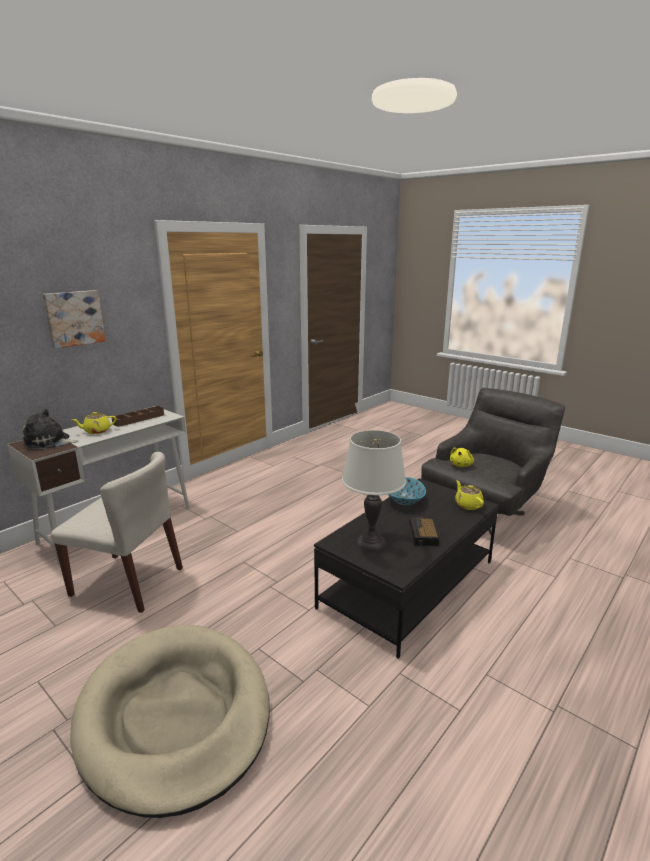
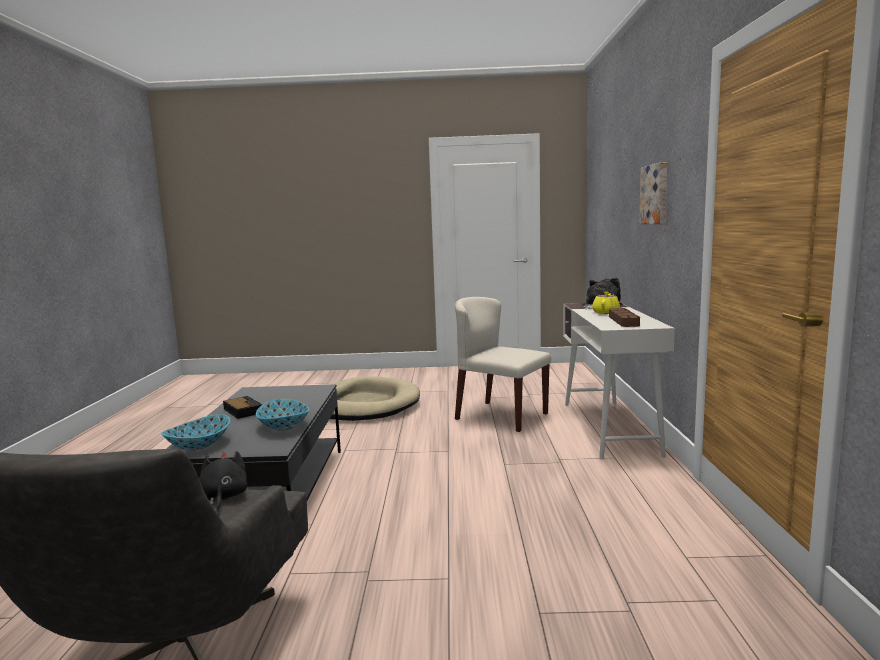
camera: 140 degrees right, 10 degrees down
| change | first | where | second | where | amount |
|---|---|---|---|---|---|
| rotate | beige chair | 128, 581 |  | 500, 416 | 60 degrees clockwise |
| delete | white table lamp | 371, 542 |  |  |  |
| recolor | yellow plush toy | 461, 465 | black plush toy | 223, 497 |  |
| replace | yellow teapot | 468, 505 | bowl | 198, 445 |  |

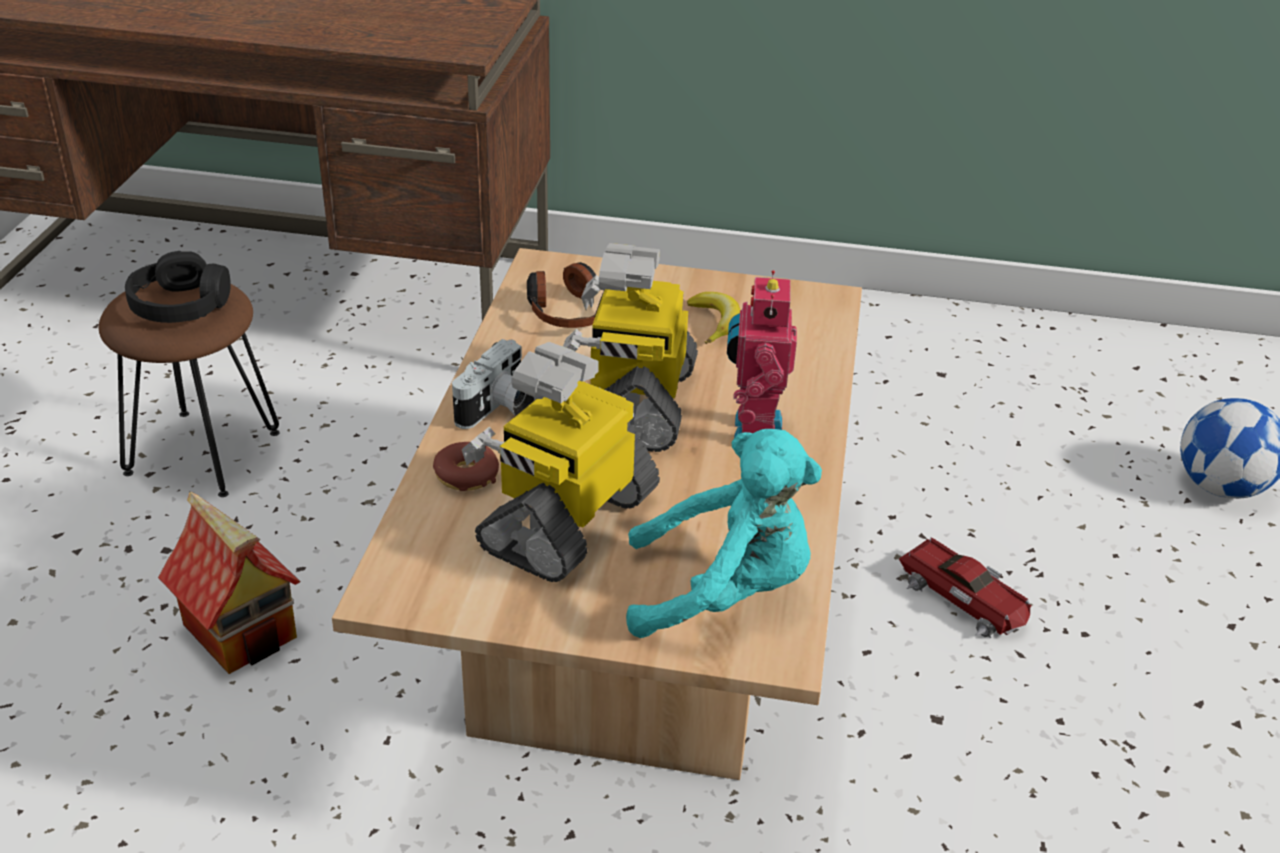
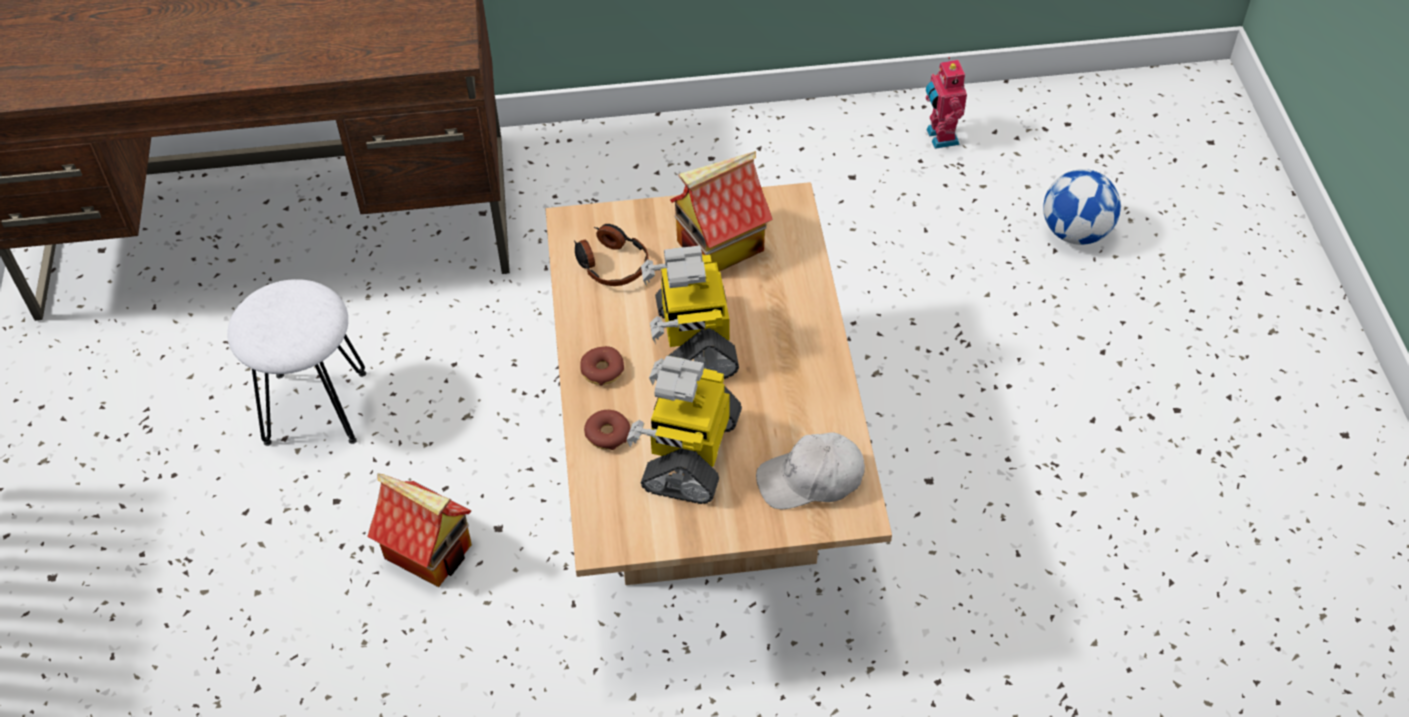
camera: 15 degrees left, 15 degrees up
| change | first | where | second | where | amount |
|---|---|---|---|---|---|
| recolor | brown stool | 204, 453 | white stool | 317, 407 |  |
| delete | black headphones | 181, 305 |  |  |  |
| replace | photo camera | 498, 409 | donut | 602, 370 |  |
| replace | turquoise plush toy | 724, 592 | white cap | 811, 480 |  |
| replace | banana | 715, 323 | toy house | 719, 247 |  |
| move | toy robot | 753, 431 |  | 940, 137 |  |
| delete | toy car | 964, 598 |  |  |  |

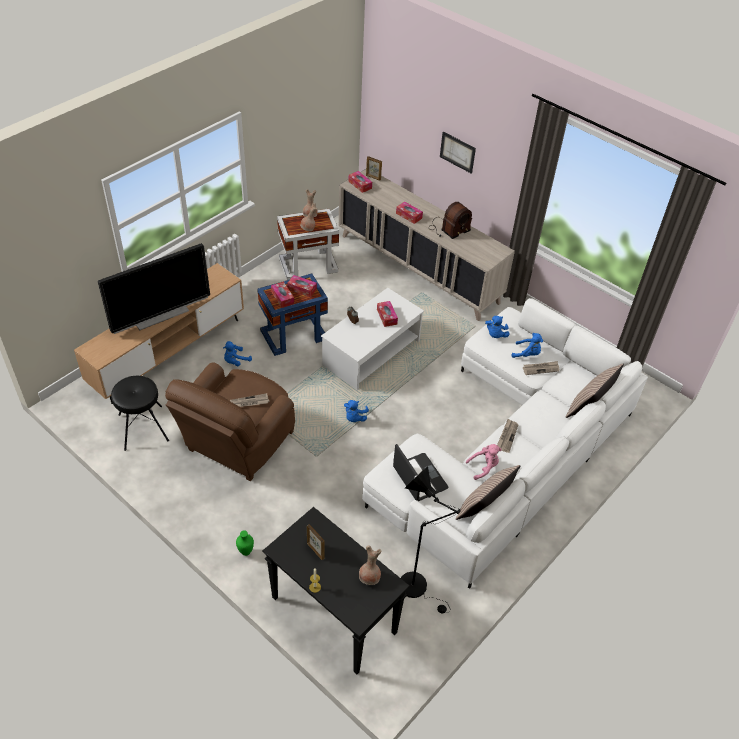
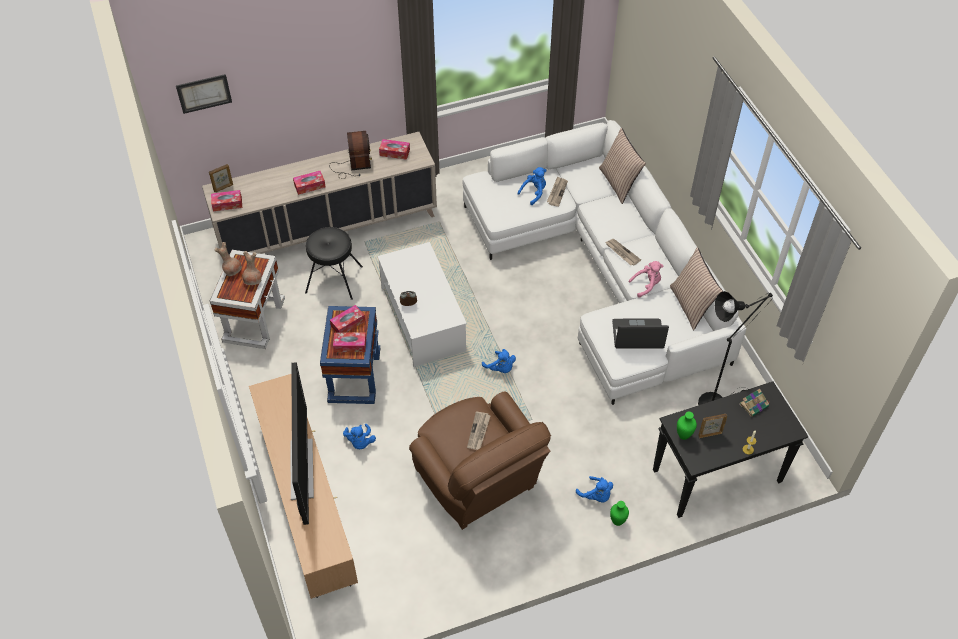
camera: 60 degrees left, 5 degrees up
| change | first | where | second | where | amount |
|---|---|---|---|---|---|
| move | black stool | 142, 427 |  | 334, 280 |  |
| replace | brown vase | 370, 577 | book | 754, 405 |  |
| move | tissue box | 387, 317 |  | 394, 152 |  |
| move | picture | 457, 152 |  | 204, 93 |  |
| rotate | pink plush toy | 484, 467 |  | 646, 285 | 60 degrees clockwise |
| move | blue plush toy | 495, 335 |  | 596, 495 |  |
| insert |  |  | green vase | 683, 436 |  |

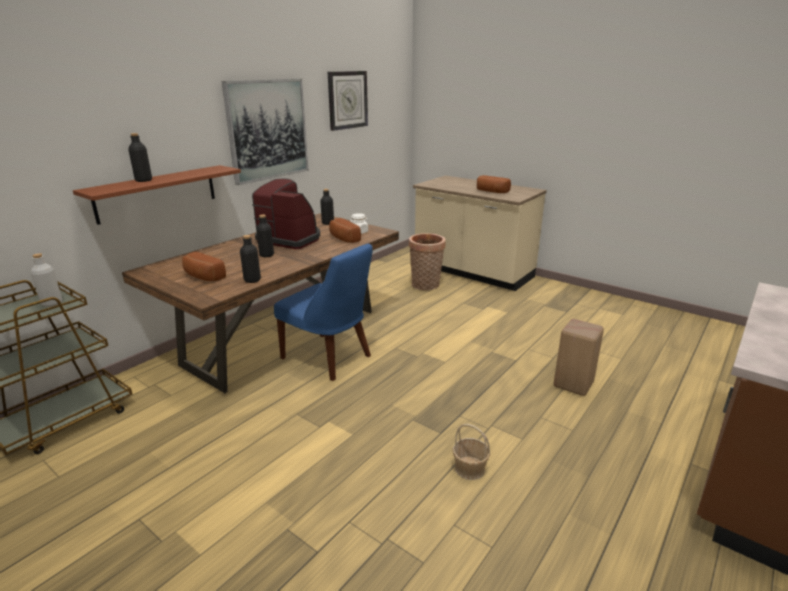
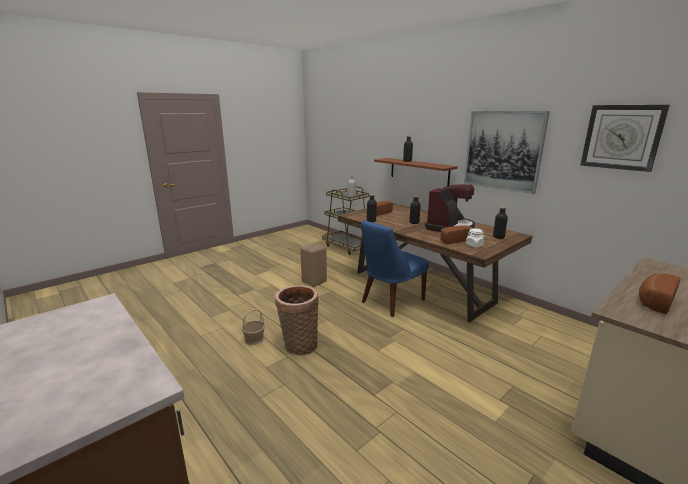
camera: 100 degrees right, 5 degrees down
| change | first | where | second | where | amount |
|---|---|---|---|---|---|
| move | basket | 425, 286 |  | 299, 345 |  |
| move | beige stool | 574, 385 |  | 313, 281 |  |

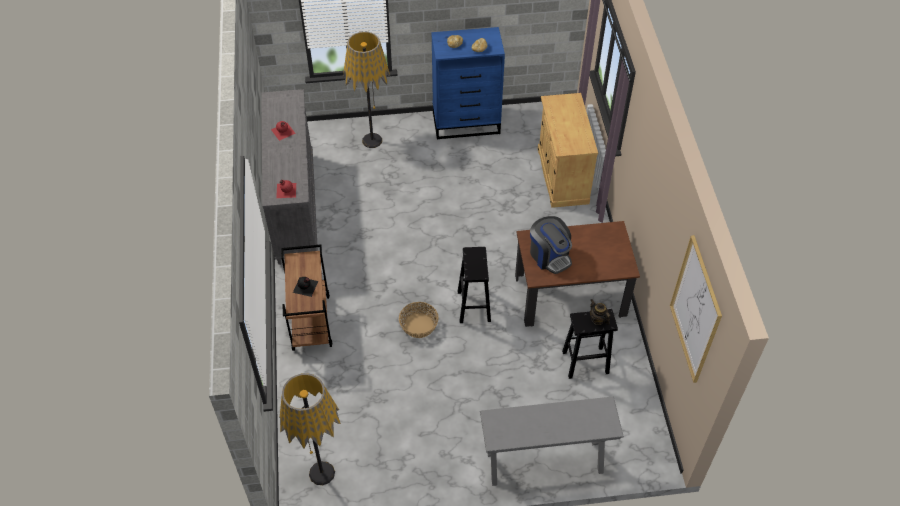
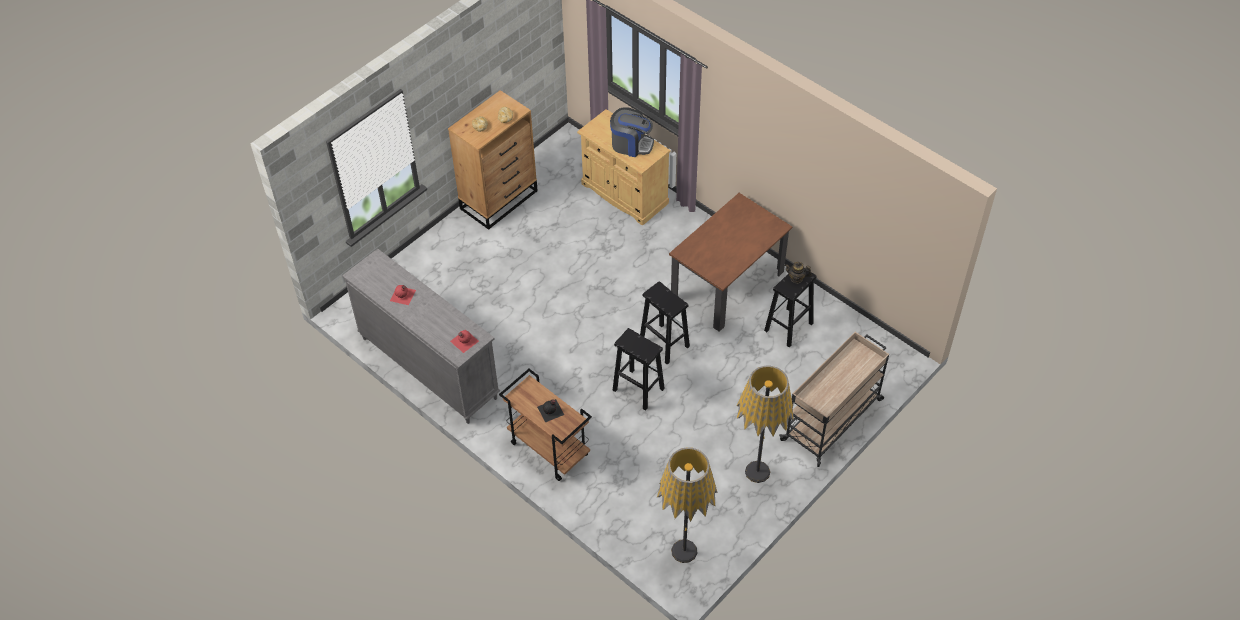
camera: 40 degrees left, 0 degrees up
| change | first | where | second | where | amount |
|---|---|---|---|---|---|
| move | floor lamp | 372, 140 |  | 757, 471 |  |
| replace | basket | 418, 325 | black stool | 637, 389 |  |
| recolor | blue dresser | 467, 123 | brown dresser | 499, 199 |  |
| replace | grey console table | 544, 462 | beige cart | 833, 419 |  |
| move | coffee machine | 549, 255 |  | 631, 144 |  |
| delete | picture | 695, 310 |  |  |  |

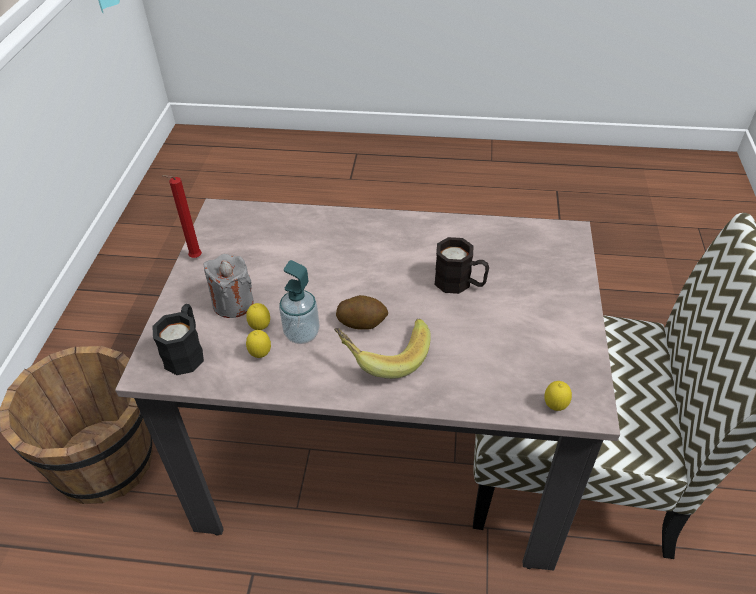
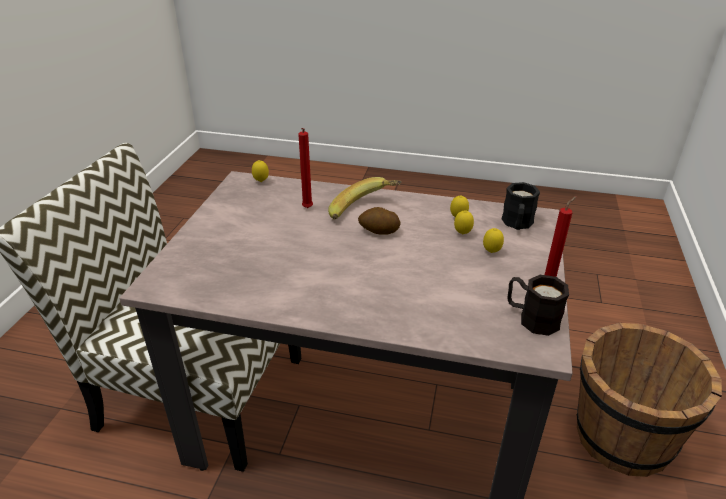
camera: 175 degrees left, 10 degrees down
| change | first | where | second | where | amount |
|---|---|---|---|---|---|
| replace | grey candle | 233, 303 | lemon | 491, 252 |  |
| delete | soap dispenser | 302, 333 |  |  |  |
| move | black mug | 460, 283 |  | 531, 318 |  |
| insert |  |  | red candle | 307, 209 |  |

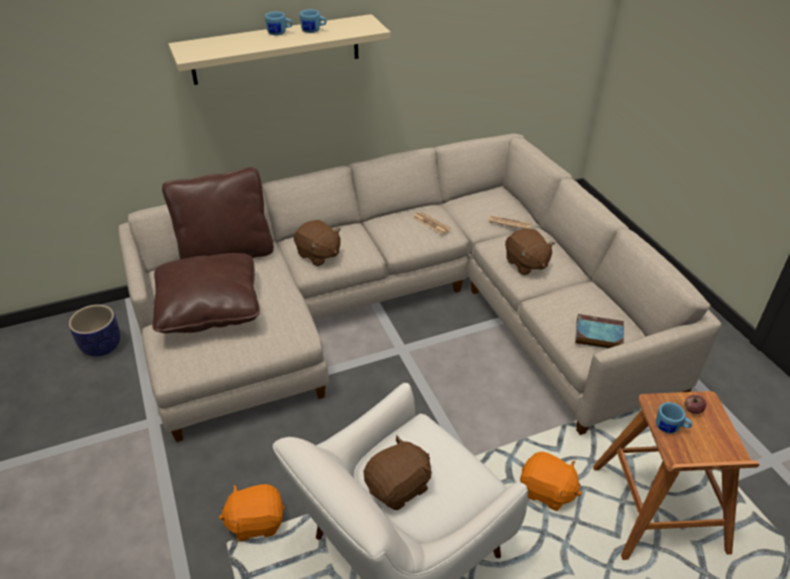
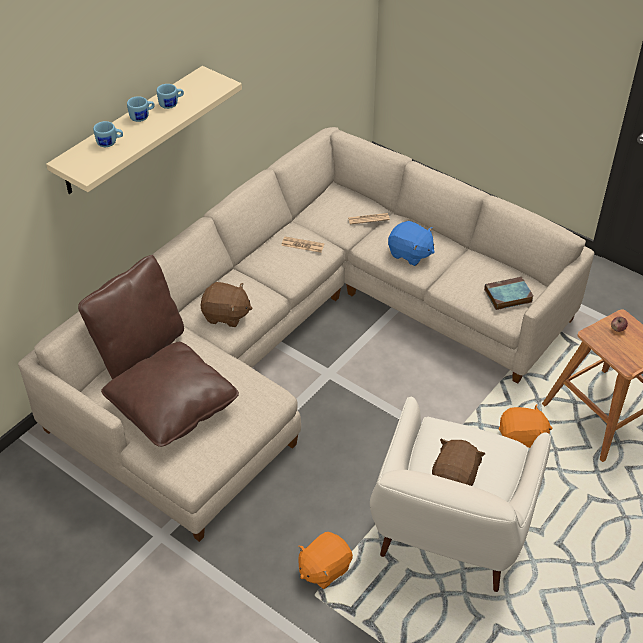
camera: 30 degrees left, 5 degrees up
| change | first | where | second | where | amount |
|---|---|---|---|---|---|
| delete | planter | 101, 347 |  |  |  |
| recolor | brown plush toy | 526, 264 | blue plush toy | 410, 254 |  |
| move | blue mug | 670, 428 |  | 110, 143 |  |

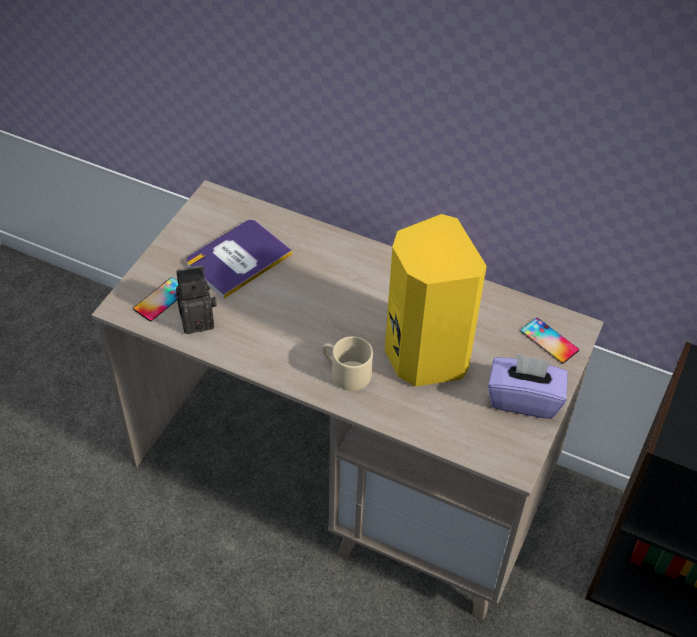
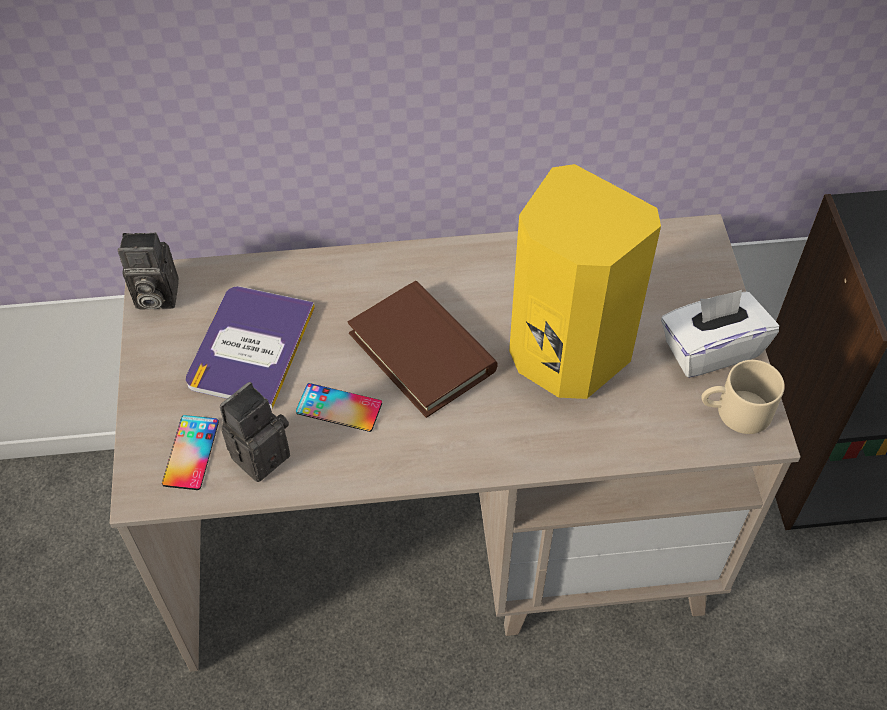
camera: 30 degrees left, 5 degrees up
| change | first | where | second | where | amount |
|---|---|---|---|---|---|
| move | beige mug | 345, 372 |  | 735, 412 |  |
| recolor | purple tissue box | 523, 399 | white tissue box | 710, 349 |  |
| move | phone | 549, 340 |  | 339, 407 |  |
| insert |  |  | photo camera | 154, 296 |  |
| insert |  |  | brown book | 422, 352 |  |

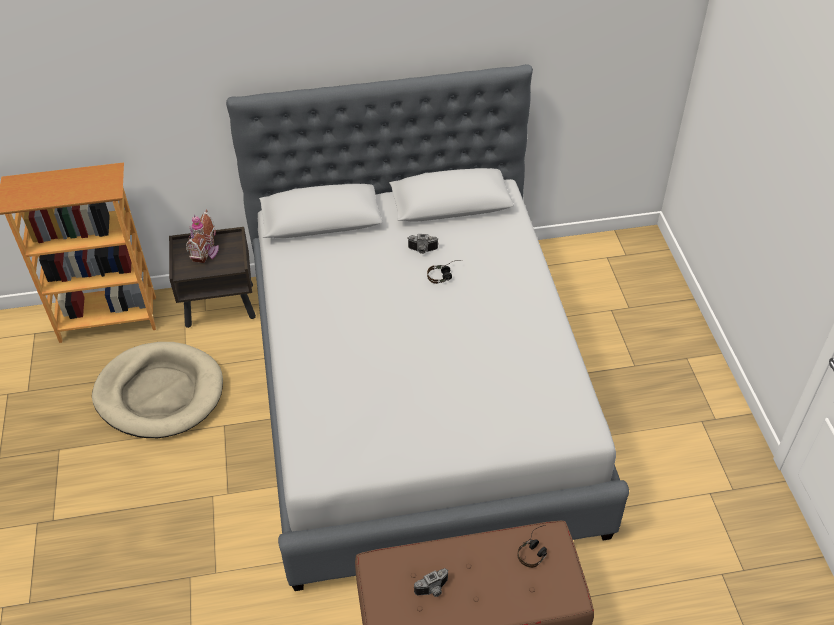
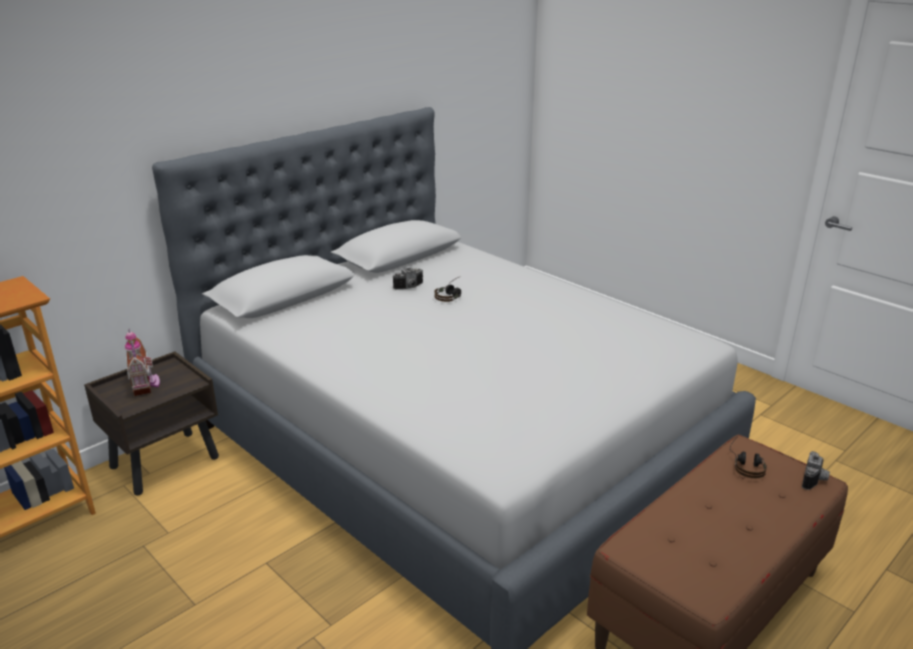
camera: 35 degrees left, 20 degrees down
| change | first | where | second | where | amount |
|---|---|---|---|---|---|
| delete | beige dog bed | 160, 393 |  |  |  |
| move | photo camera | 433, 590 |  | 815, 480 |  |

